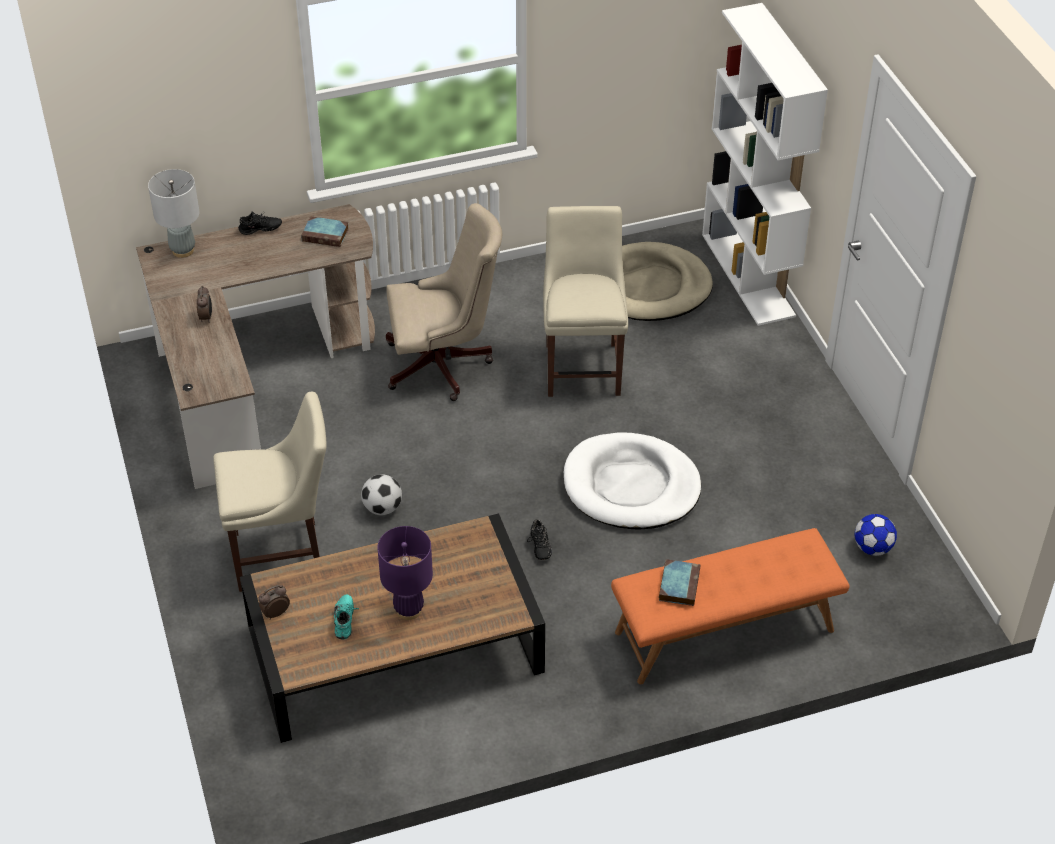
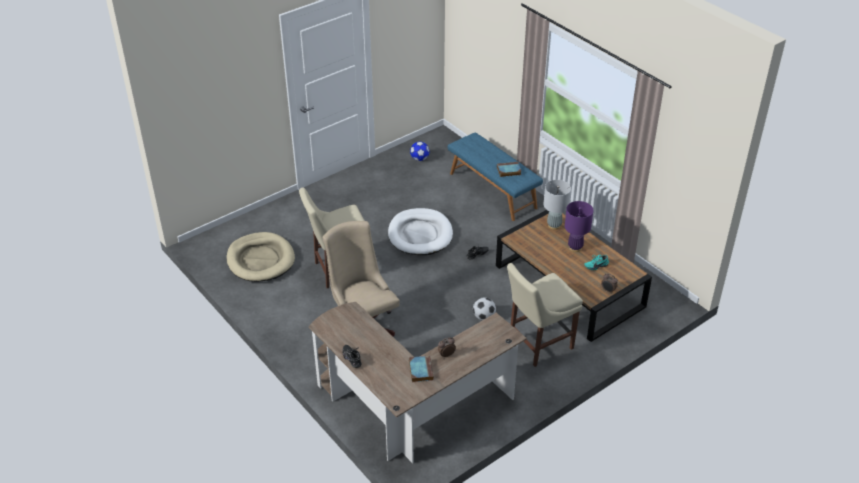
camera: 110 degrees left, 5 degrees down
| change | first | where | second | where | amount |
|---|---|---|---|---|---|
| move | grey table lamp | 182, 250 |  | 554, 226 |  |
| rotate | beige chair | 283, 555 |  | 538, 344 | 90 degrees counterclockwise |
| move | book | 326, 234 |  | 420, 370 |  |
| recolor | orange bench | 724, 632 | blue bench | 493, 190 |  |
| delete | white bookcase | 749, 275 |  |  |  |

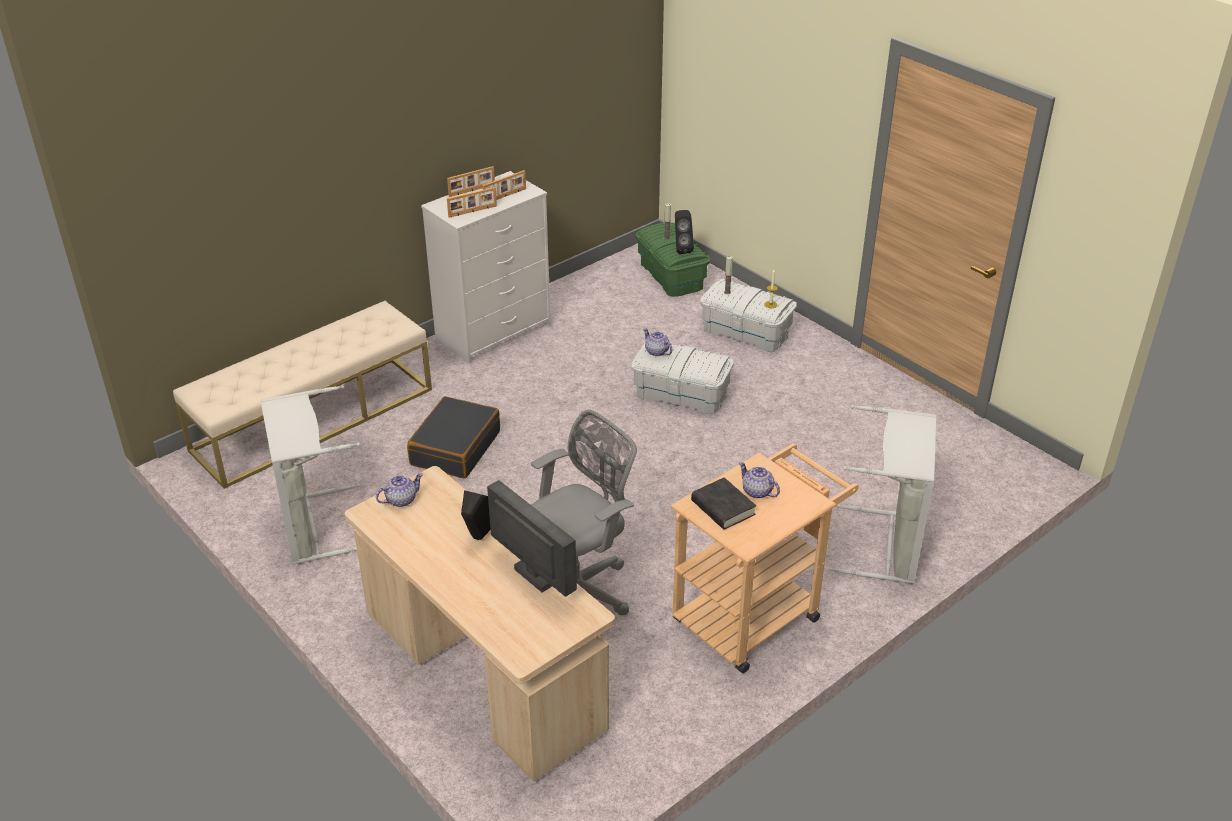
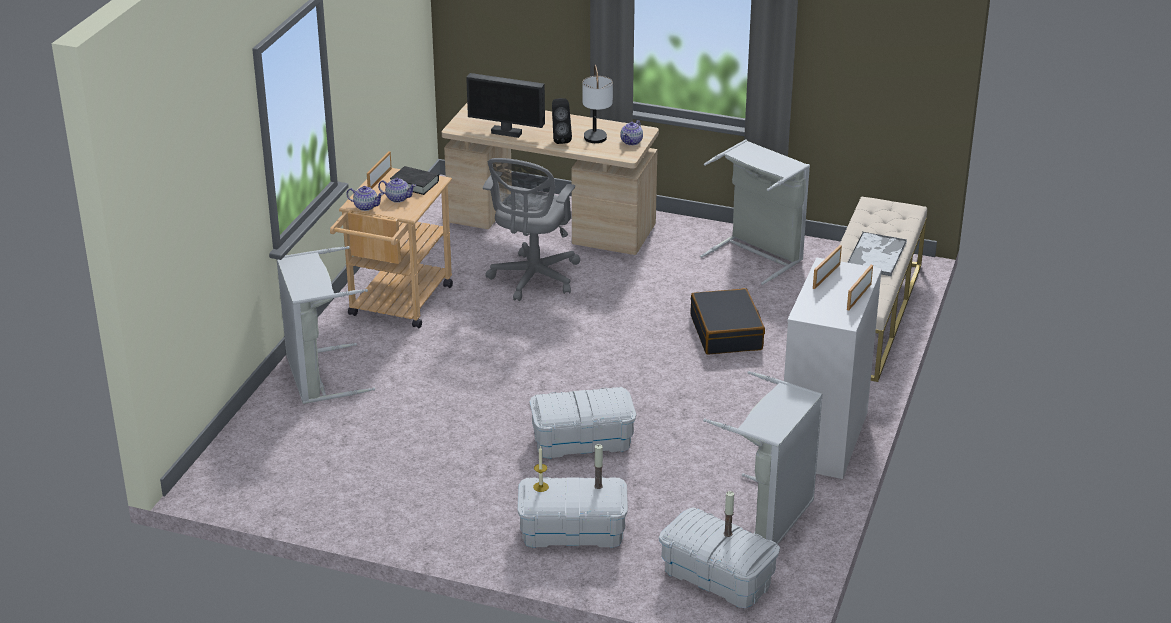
camera: 150 degrees right, 5 degrees down
| change | first | where | second | where | amount |
|---|---|---|---|---|---|
| move | picture frame | 505, 196 |  | 379, 179 |  |
| recolor | green storage box | 671, 275 | white storage box | 717, 577 |  |
| move | teapot | 657, 352 |  | 365, 206 |  |
| delete | black speaker | 681, 249 |  |  |  |
| insert |  |  | table lamp | 596, 143 |  |
| insert |  |  | grey laundry basket | 768, 518 |  |
| insert |  |  | tray | 876, 254 |  |

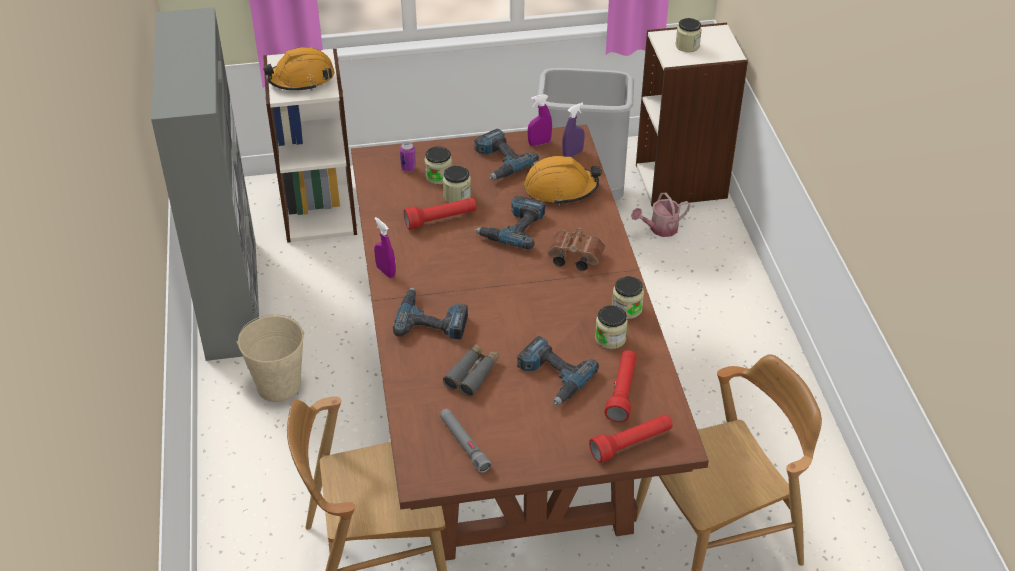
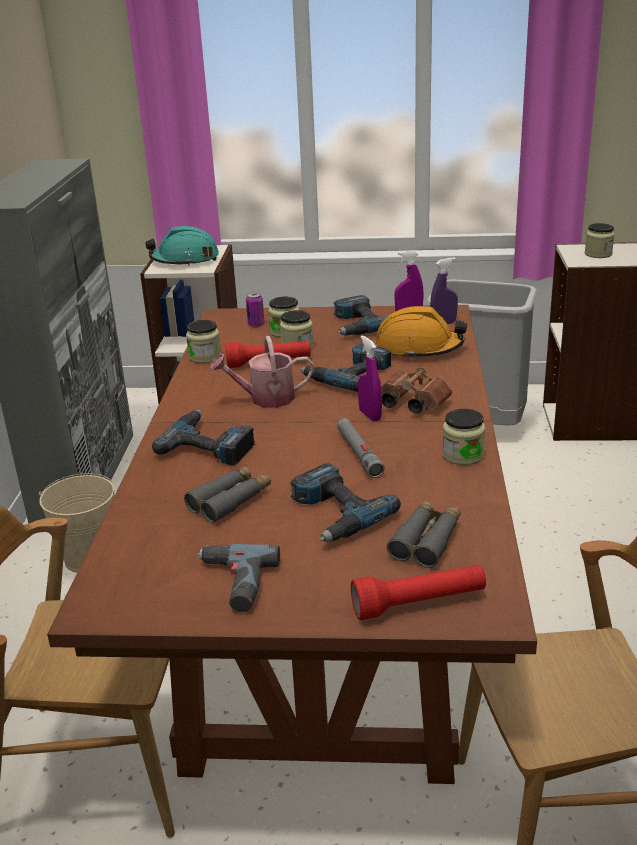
camera: 15 degrees right, 15 degrees down
| change | first | where | second | where | amount |
|---|---|---|---|---|---|
| recolor | orange hard hat | 301, 79 | turquoise hard hat | 185, 260 |  |
| move | purple spray bottle | 386, 271 |  | 370, 415 |  |
| move | grey flashlight | 464, 443 |  | 358, 453 |  |
| move | jar | 610, 338 |  | 205, 357 |  |
| replace | red flashlight | 622, 392 | grey binoculars | 426, 540 |  |
| move | watering can | 660, 229 |  | 265, 398 |  |
| insert |  |  | power drill | 233, 584 |  |

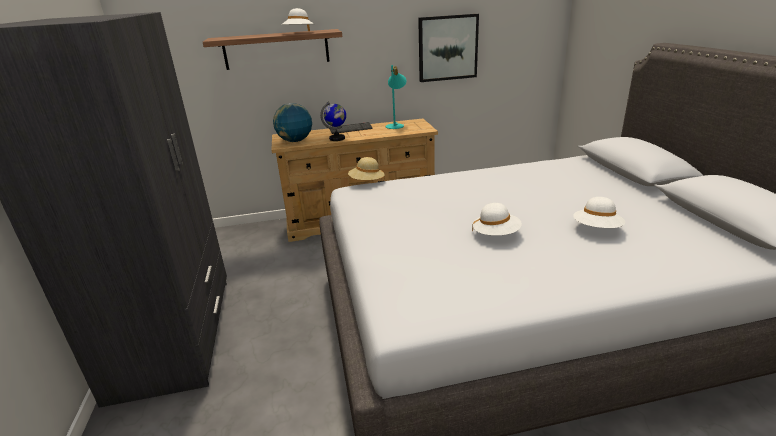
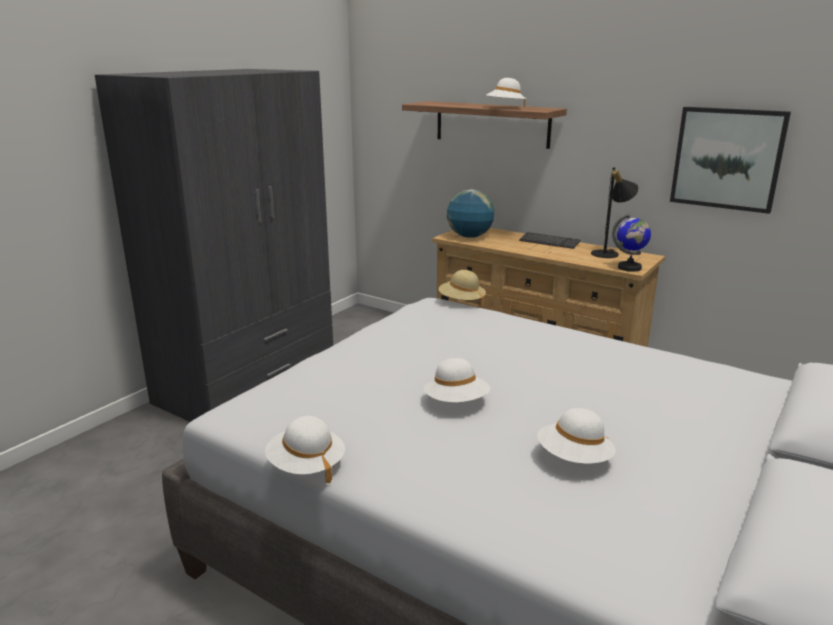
camera: 45 degrees right, 5 degrees down
| change | first | where | second | where | amount |
|---|---|---|---|---|---|
| move | globe | 337, 138 |  | 629, 268 |  |
| recolor | turquoise table lamp | 396, 125 | black table lamp | 609, 253 |  |
| insert |  |  | white hat | 306, 466 |  |

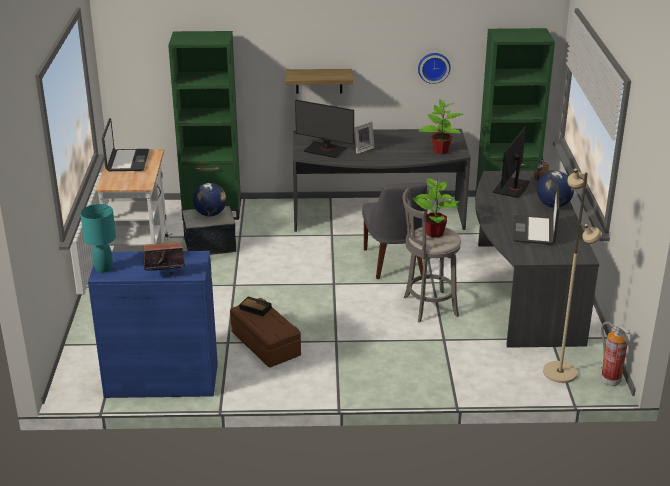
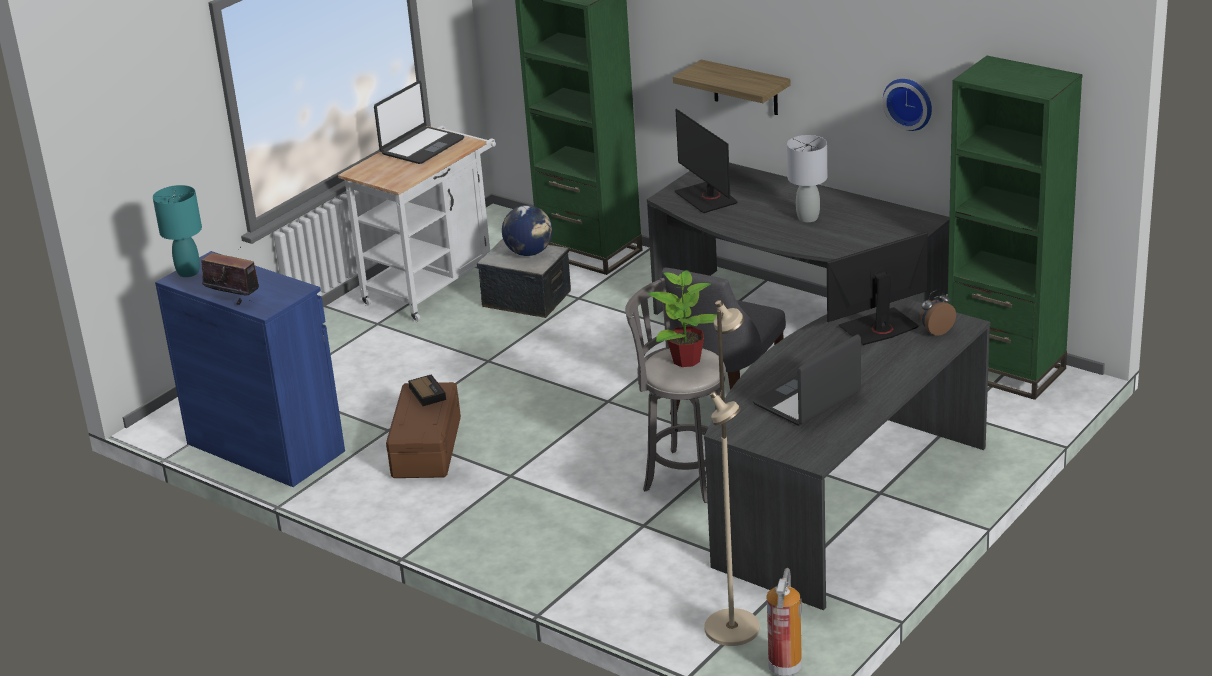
camera: 40 degrees right, 0 degrees up
| change | first | where | second | where | amount |
|---|---|---|---|---|---|
| delete | picture frame | 362, 149 |  |  |  |
| delete | potted plant | 440, 151 |  |  |  |
| delete | globe | 553, 205 |  |  |  |
| insert |  |  | grey table lamp | 808, 218 |  |

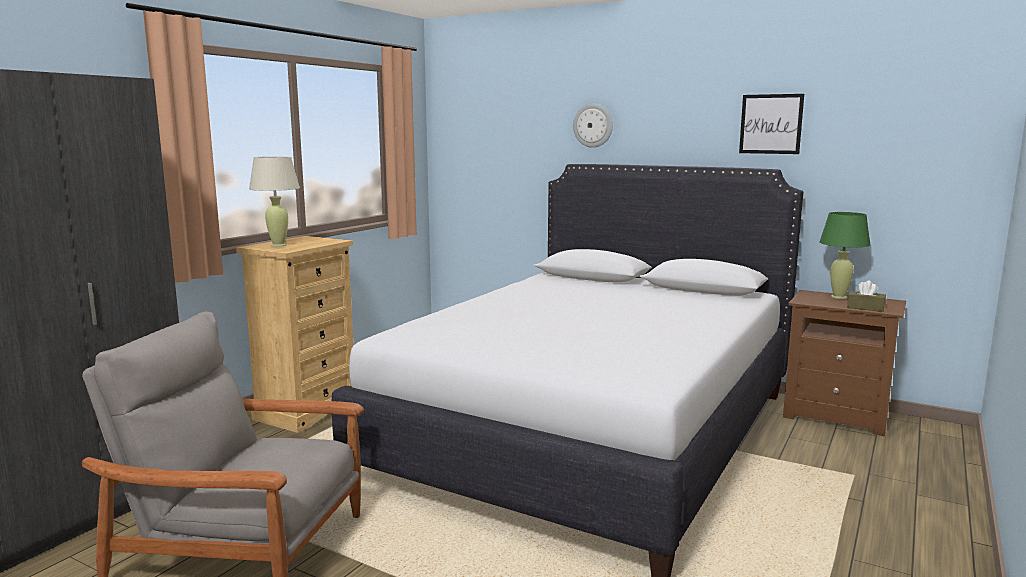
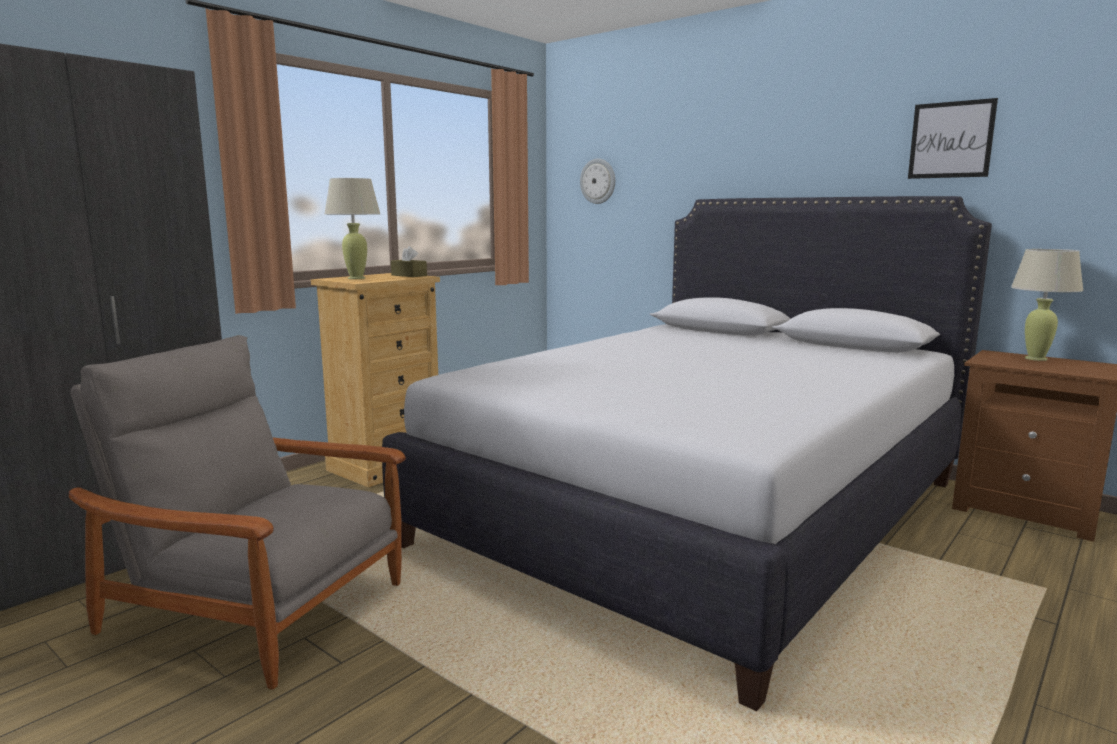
camera: 10 degrees right, 0 degrees up
| change | first | where | second | where | amount |
|---|---|---|---|---|---|
| move | wall clock | 593, 125 |  | 598, 181 |  |
| recolor | green table lamp | 839, 297 | beige table lamp | 1036, 358 |  |
| move | brown tissue box | 865, 308 |  | 409, 275 |  |

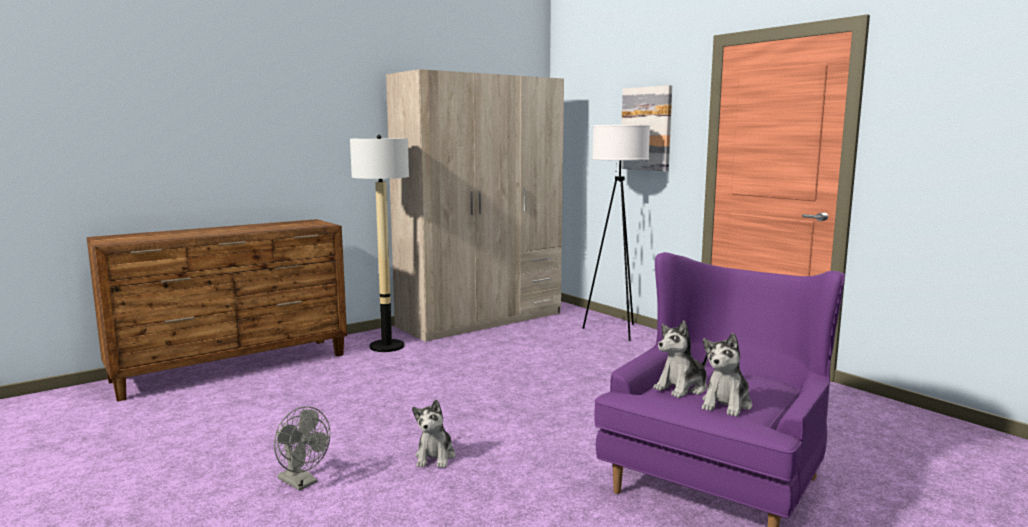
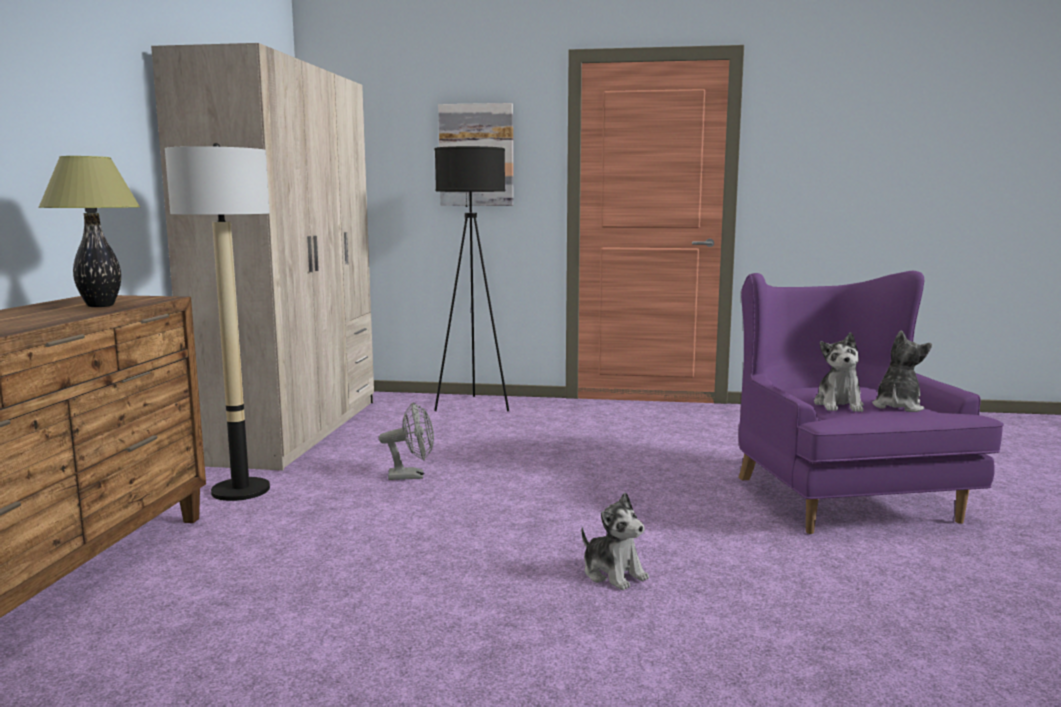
camera: 45 degrees left, 0 degrees up
| change | first | where | second | where | amount |
|---|---|---|---|---|---|
| move | grey fan | 302, 483 |  | 412, 476 |  |
| recolor | white floor lamp | 615, 331 | black floor lamp | 473, 406 |  |
| rotate | plush toy | 726, 404 |  | 897, 406 | 135 degrees counterclockwise |
| insert |  |  | table lamp | 101, 305 |  |

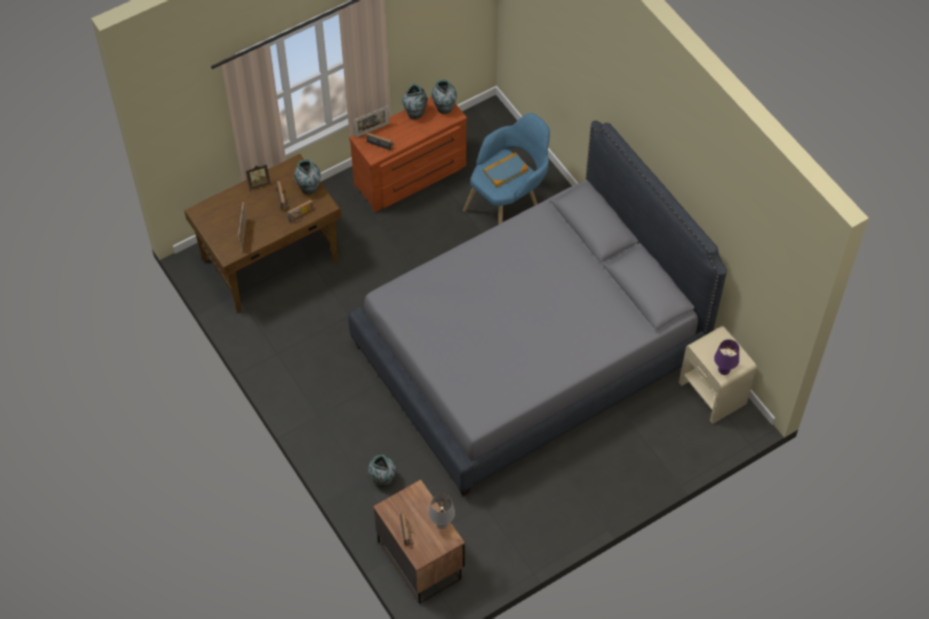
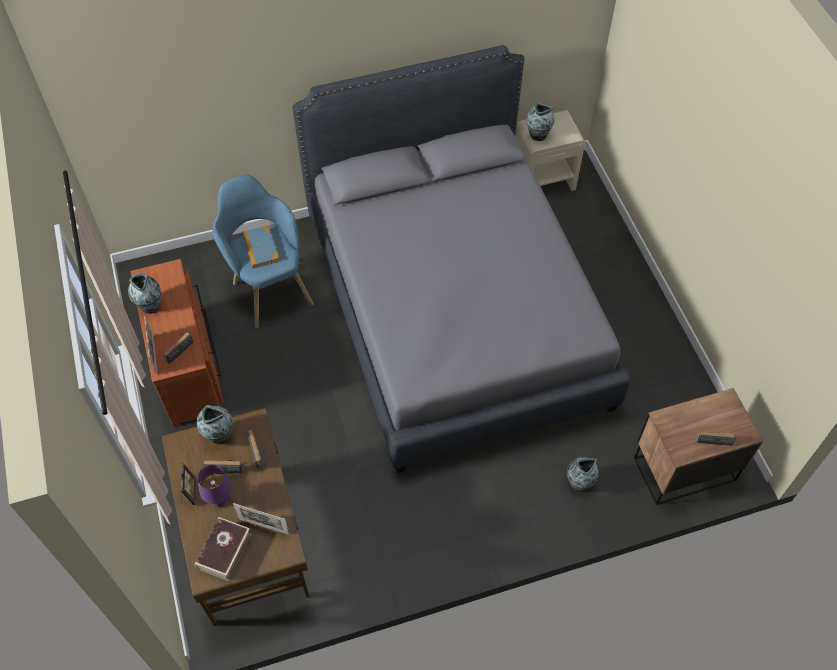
camera: 75 degrees left, 0 degrees up
| change | first | where | second | where | amount |
|---|---|---|---|---|---|
| delete | grey table lamp | 442, 524 |  |  |  |
| move | vase | 444, 107 |  | 537, 135 |  |
| move | purple table lamp | 724, 371 |  | 220, 500 |  |
| insert |  |  | book | 224, 551 |  |

